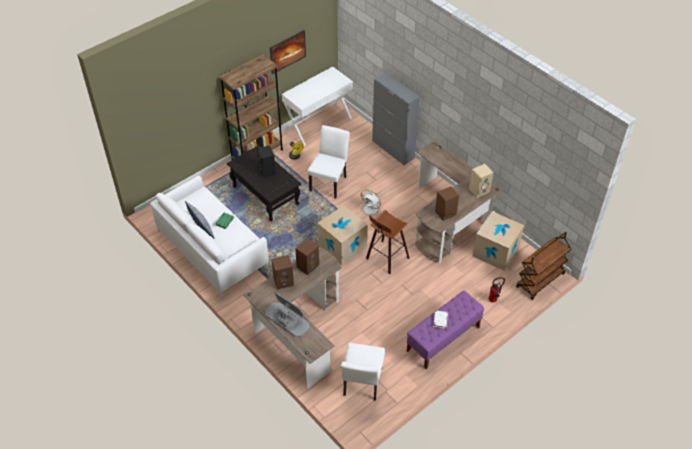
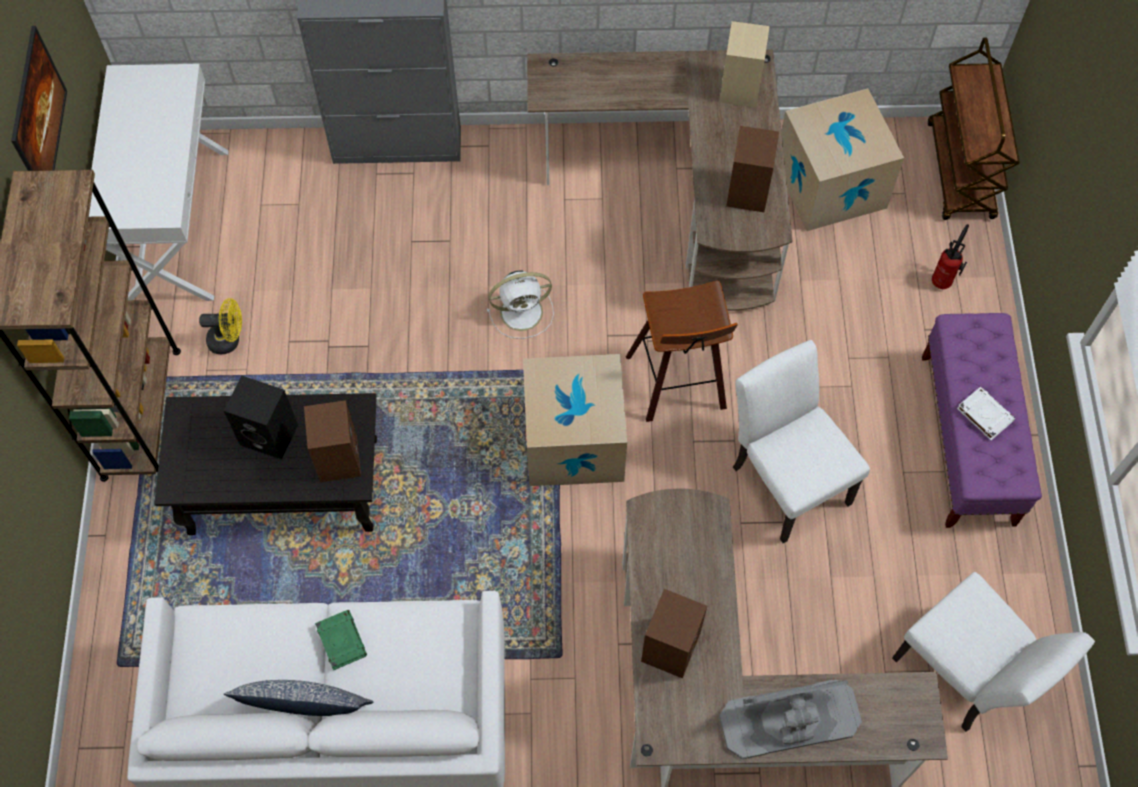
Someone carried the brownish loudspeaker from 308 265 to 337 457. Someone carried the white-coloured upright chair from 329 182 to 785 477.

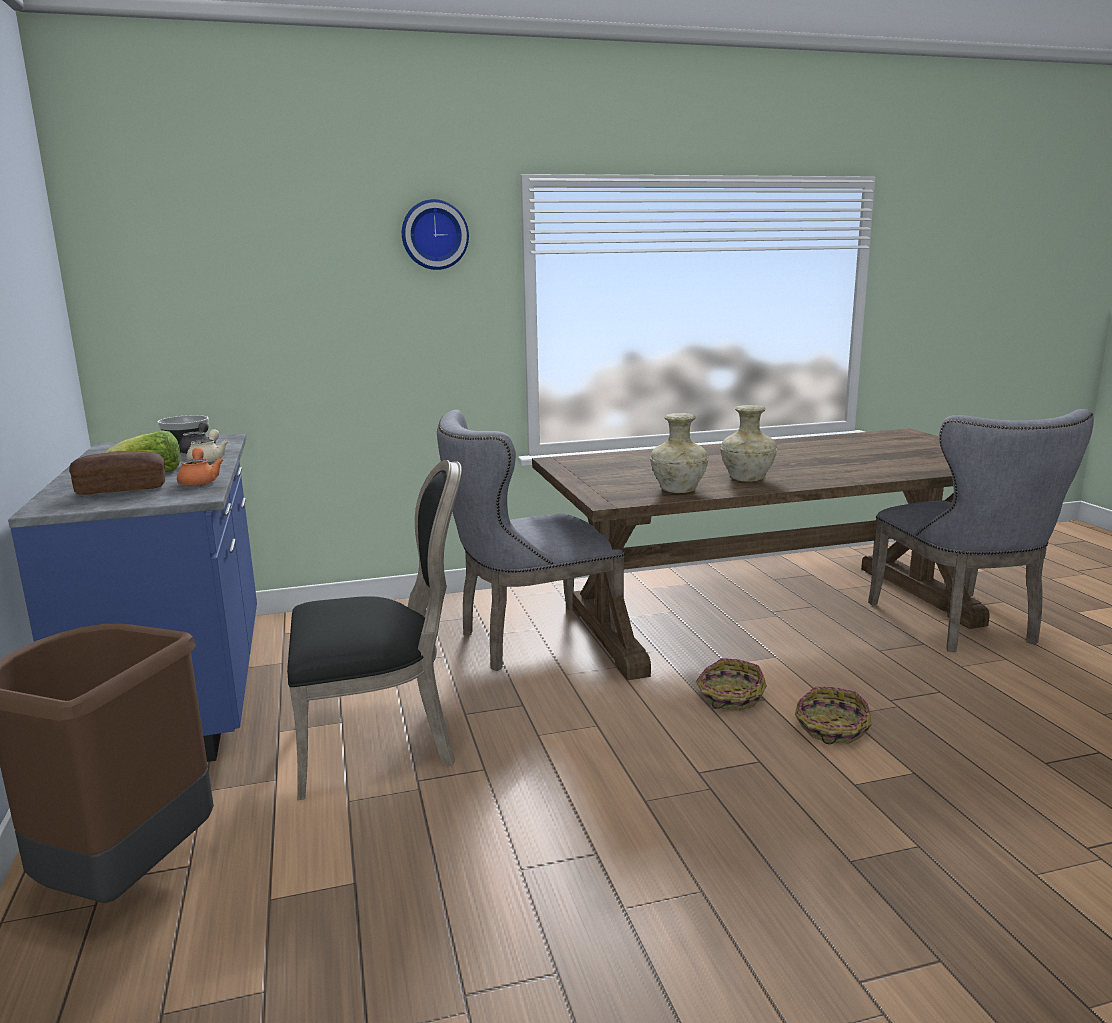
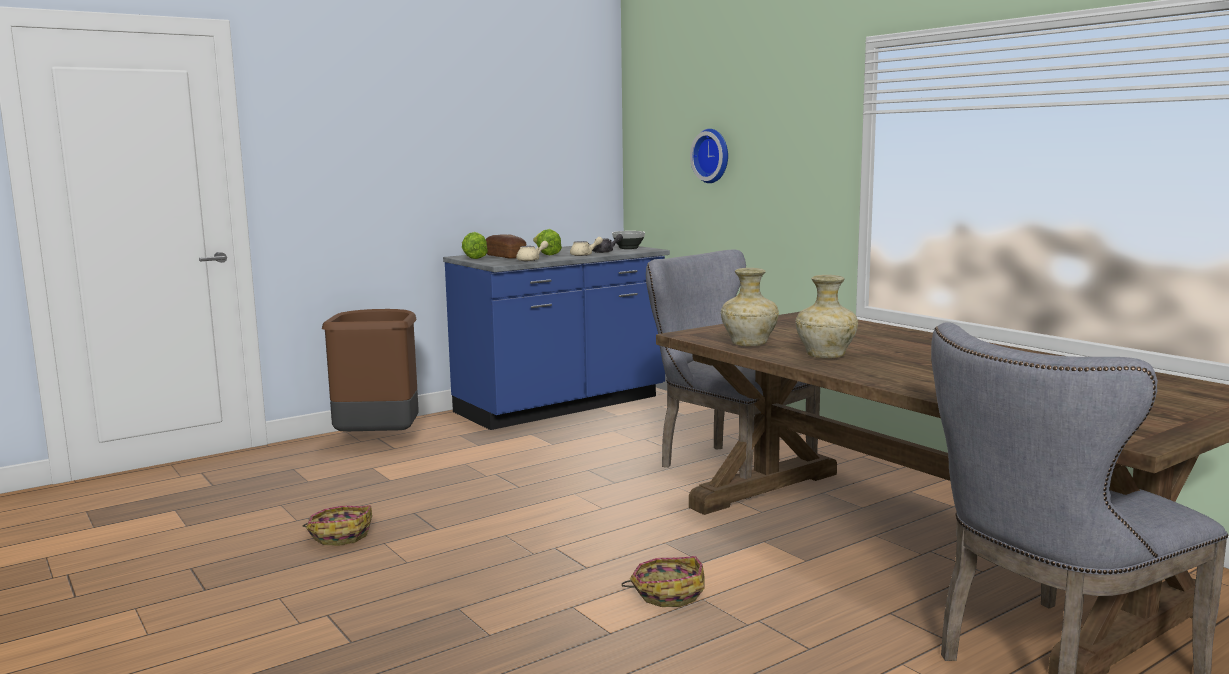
Someone took away the black-coloured upright chair at 381 743. Someone put down the head of lettuce at 472 258. Someone carried the hanging clock from 434 235 to 713 156. Someone carried the household basket from 730 697 to 340 535. Someone repainted the orange pot for tea at 199 481, which became the sand-coloured pot for tea at 531 260.

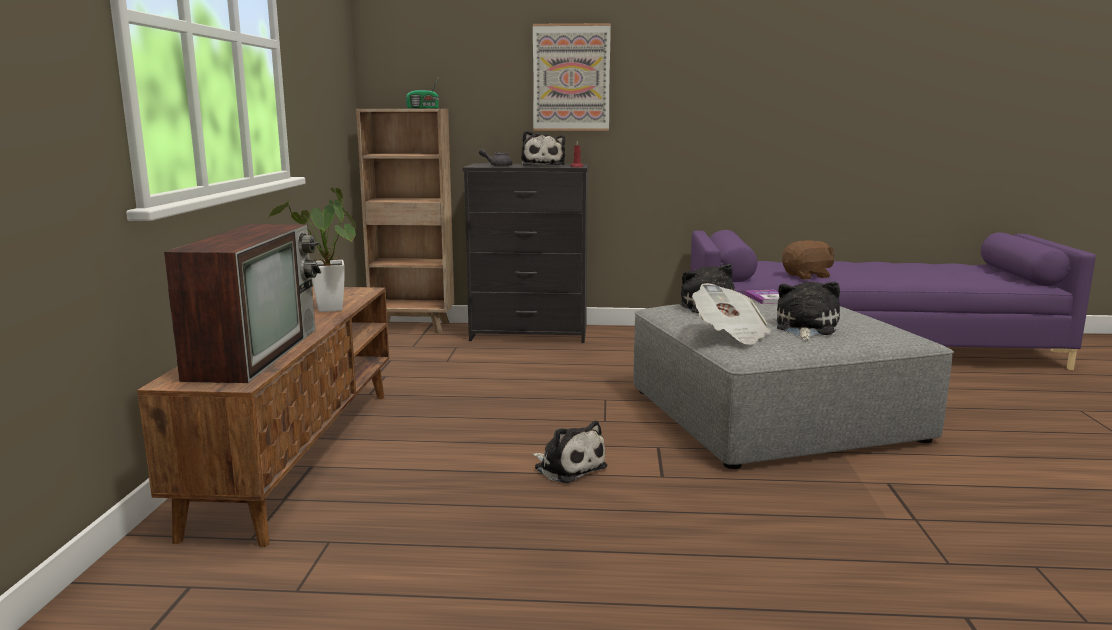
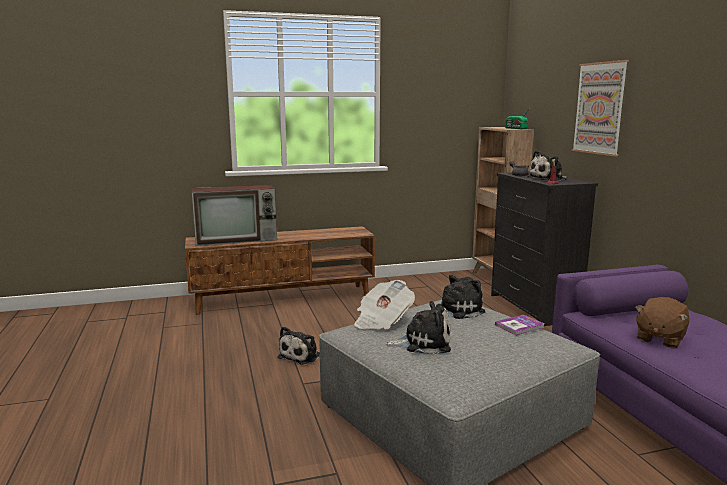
Someone took away the potted plant at 329 310. Someone rotated the brownish plush toy at 807 276 by 75 degrees clockwise.

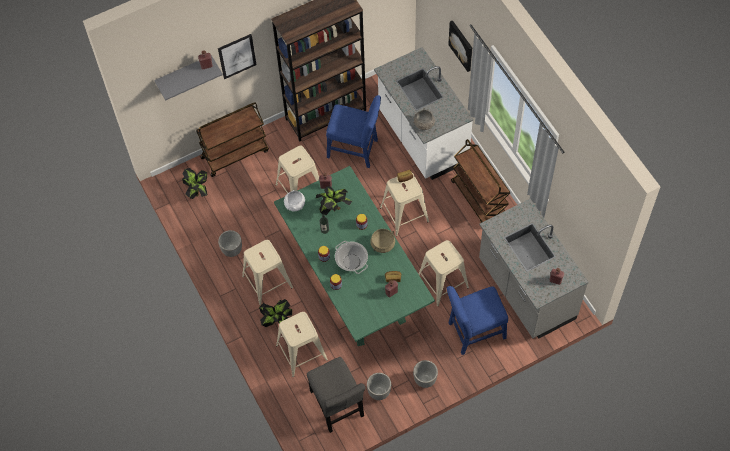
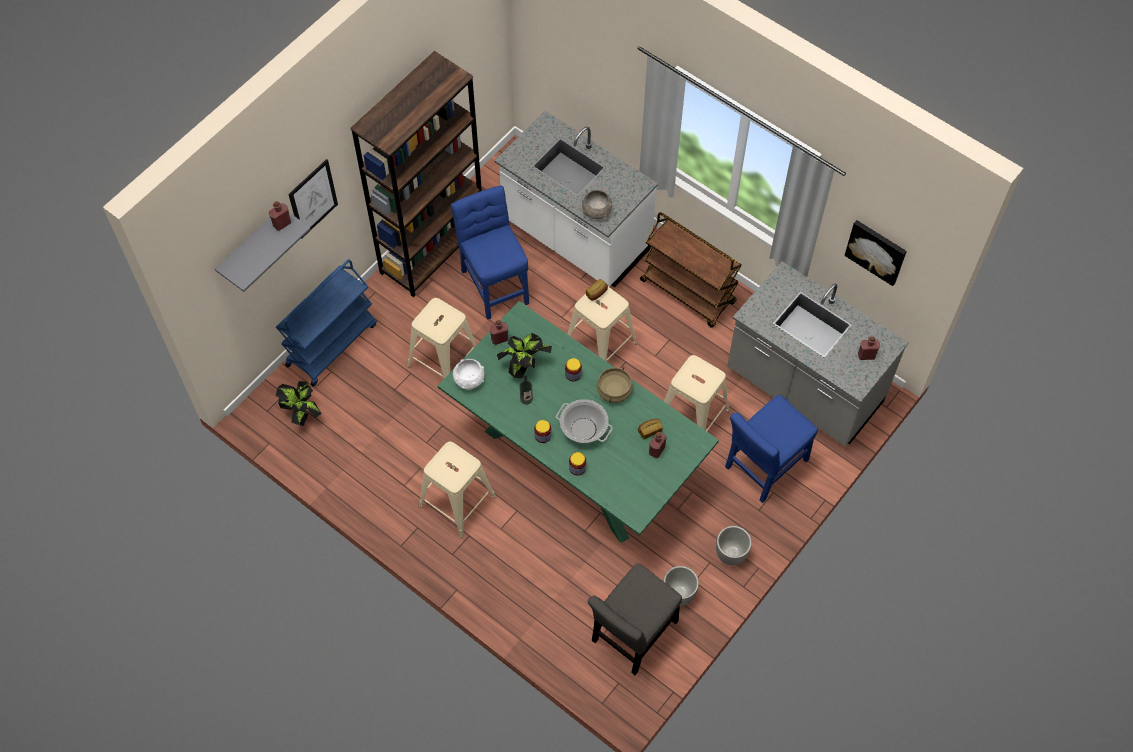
Someone took away the plant pot at 232 250. Someone took away the potted plant at 277 321. Someone took away the sand-coloured stool seat at 302 352. Someone carried the picture from 462 45 to 876 251. Someone repainted the brownish trolley at 235 154, which became the bluish trolley at 332 344. Someone rotated the greyish upright chair at 337 406 by 90 degrees clockwise. Someone rotated the bluish upright chair at 355 150 by 105 degrees counterclockwise.

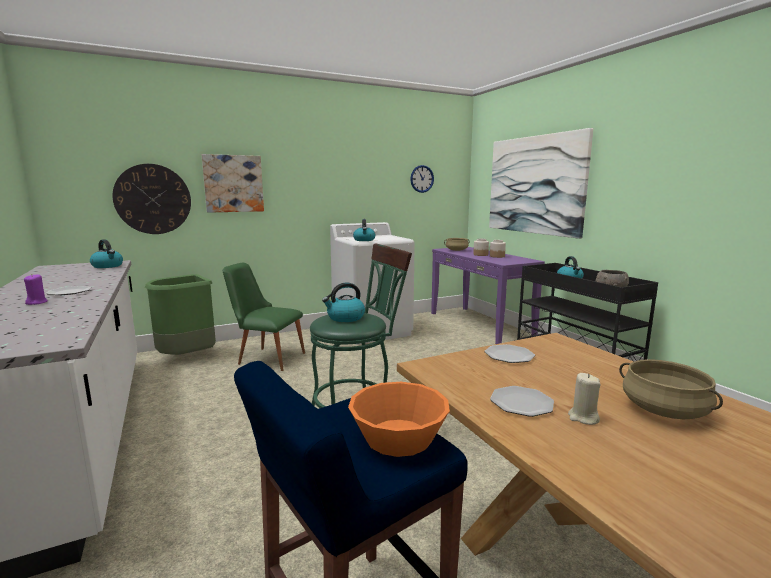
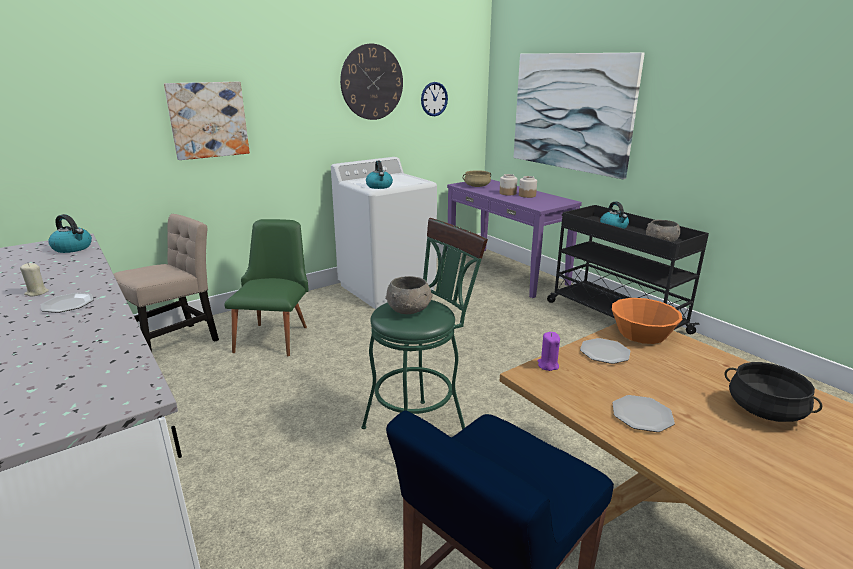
Someone carried the purplish candle from 37 302 to 548 365. Someone carried the hanging clock from 153 199 to 372 82. Someone carried the orange deep dish from 399 436 to 642 333. Someone carried the sand-coloured candle from 583 418 to 37 293. Someone swapped the green-coloured rubbish bin at 188 357 for the sand-coloured upright chair at 177 343. Someone swapped the kettle at 345 318 for the greyish deep dish at 409 310. Someone repainted the sand-coloured saucepot at 663 410, which became the black-coloured saucepot at 764 410. Someone rotated the green-coloured upright chair at 266 357 by 90 degrees clockwise.

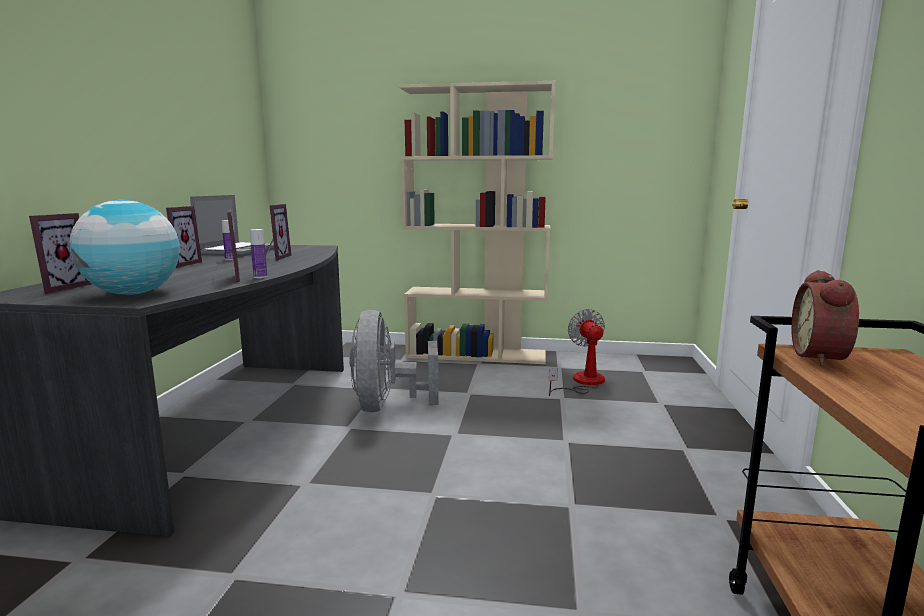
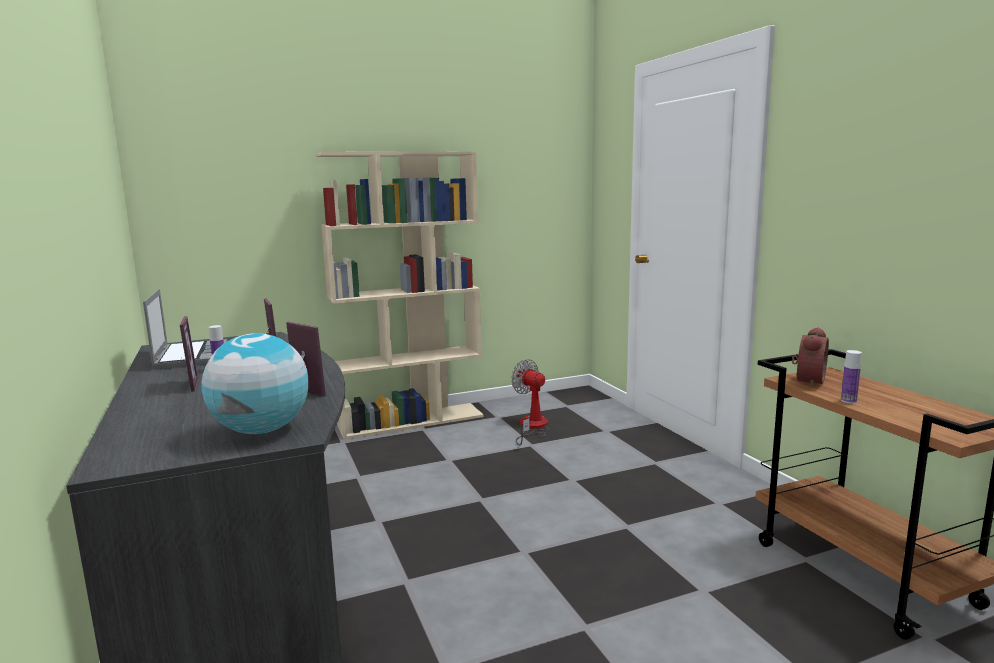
Someone took away the standing frame at 58 288. Someone took away the greyish electric fan at 387 406. Someone carried the beverage bottle from 260 277 to 848 401. Someone rotated the alarm clock at 823 357 by 135 degrees counterclockwise.

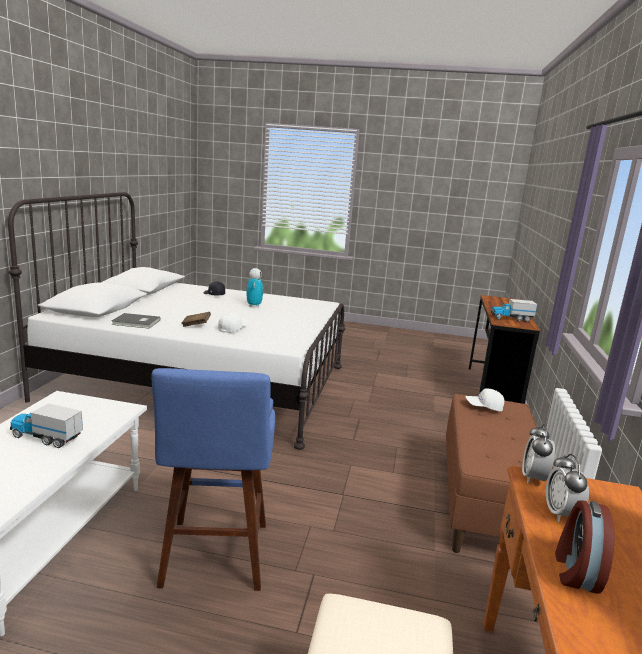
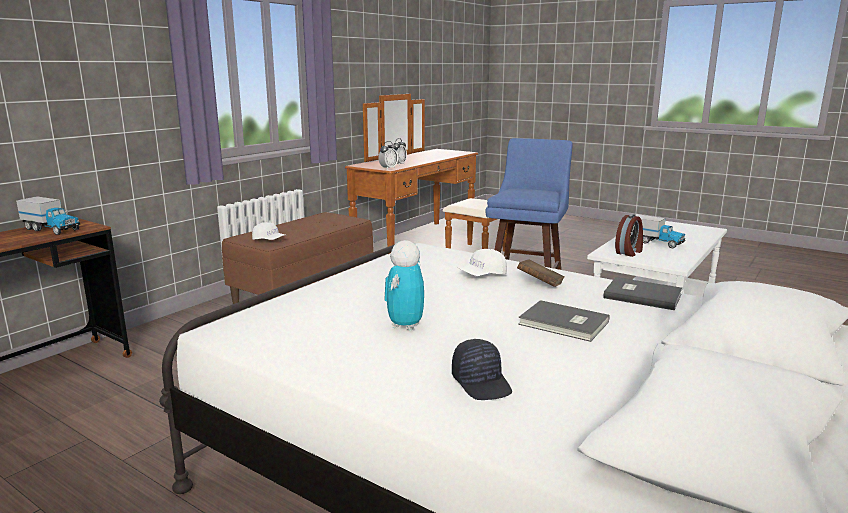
Someone put down the greyish book at 564 324. Someone carried the alarm clock from 575 571 to 629 252.

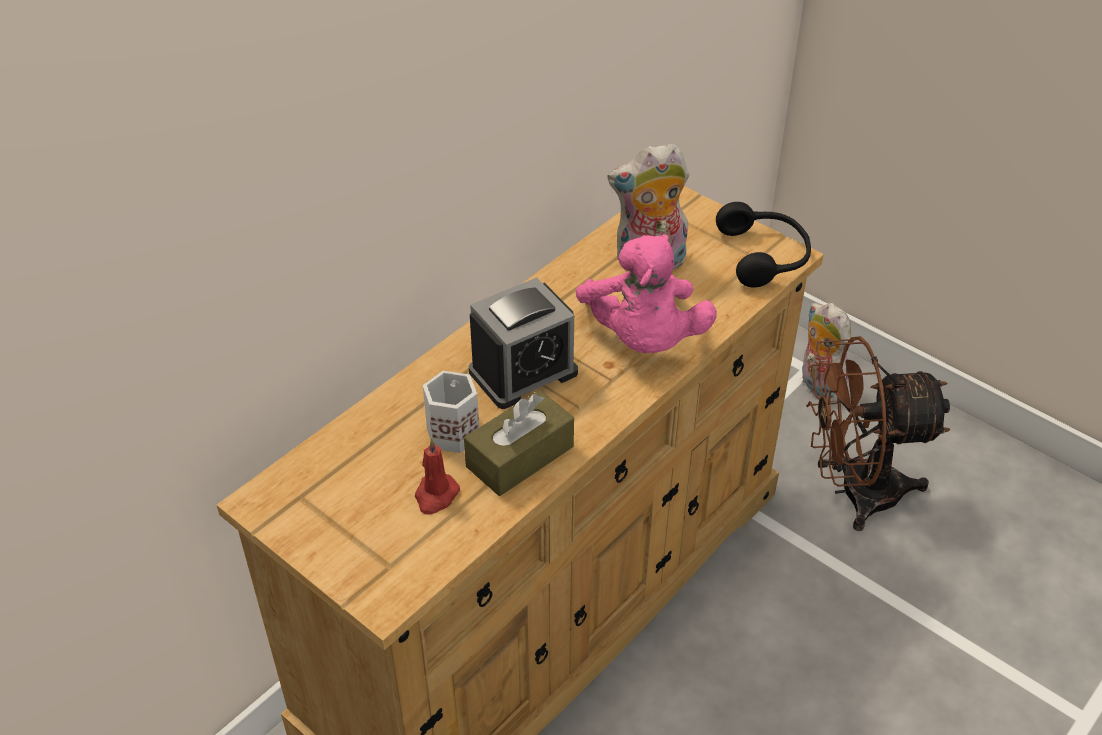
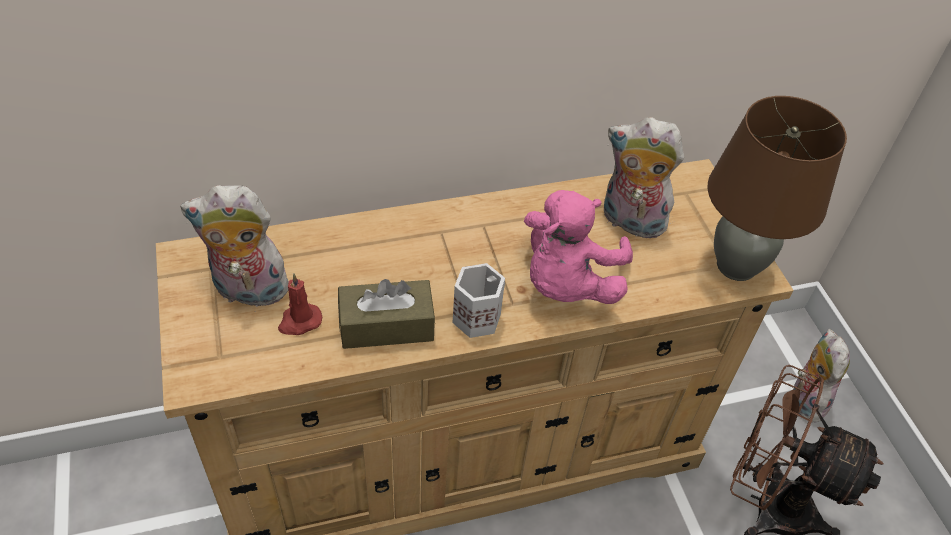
Someone took away the alarm clock at 523 372. Someone put down the plush toy at 248 292. Someone carried the white-coloured mug from 452 431 to 477 316. Someone swapped the black-coloured pair of headphones at 765 256 for the brownish table lamp at 736 266.

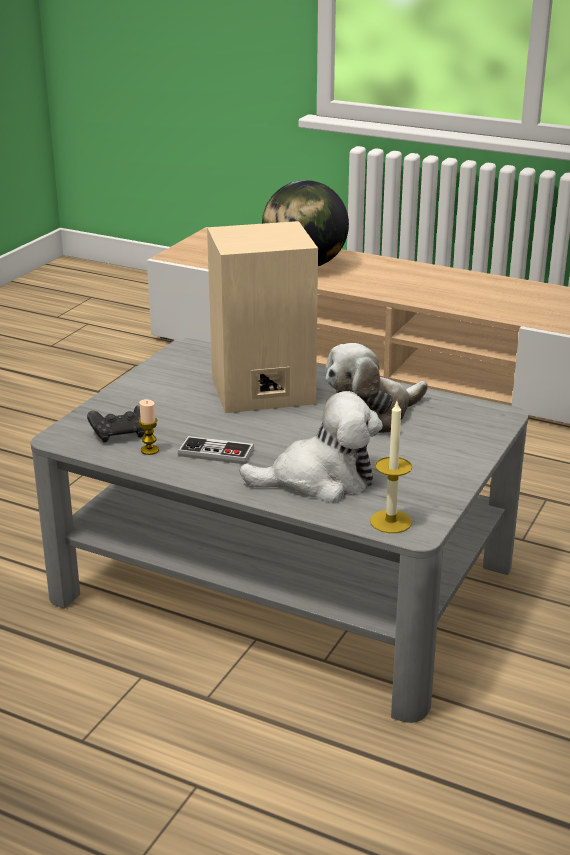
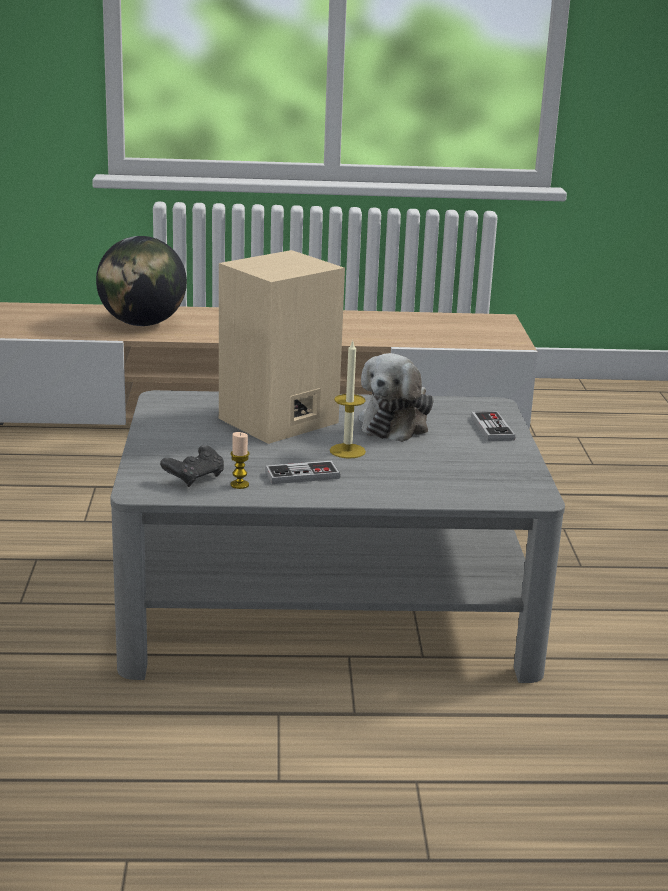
Someone took away the plush toy at 319 480. Someone put down the joypad at 492 428. Someone carried the candle from 390 521 to 347 451.

